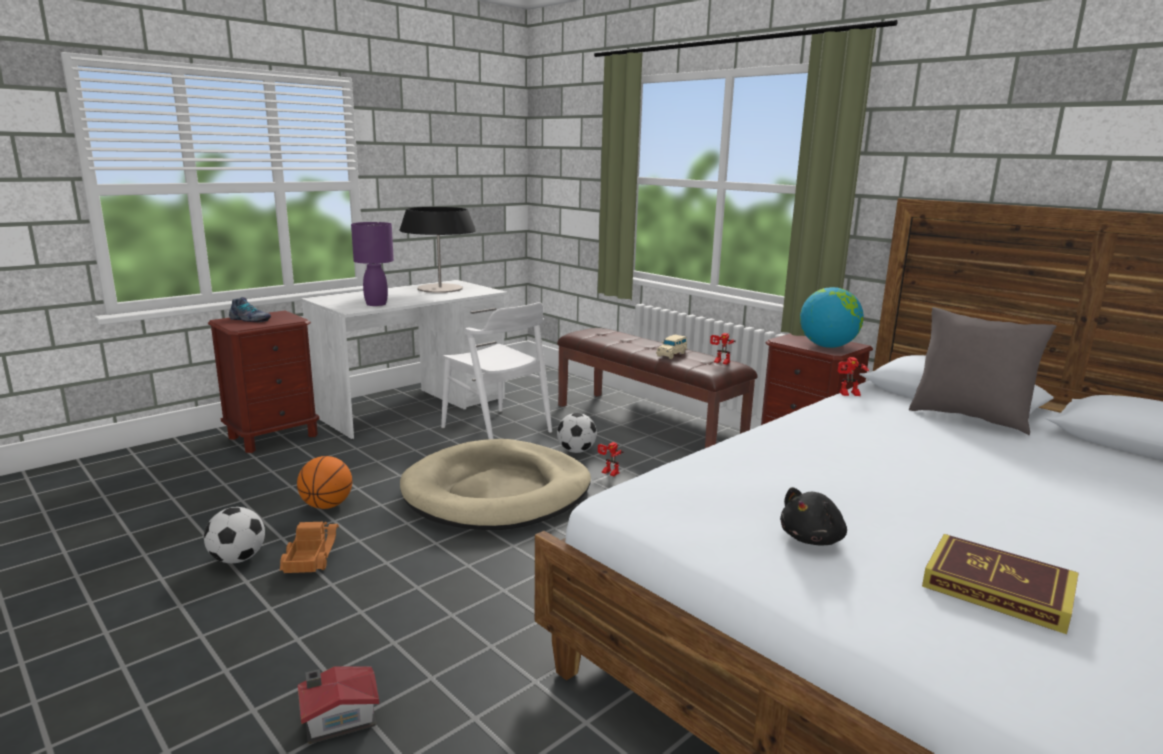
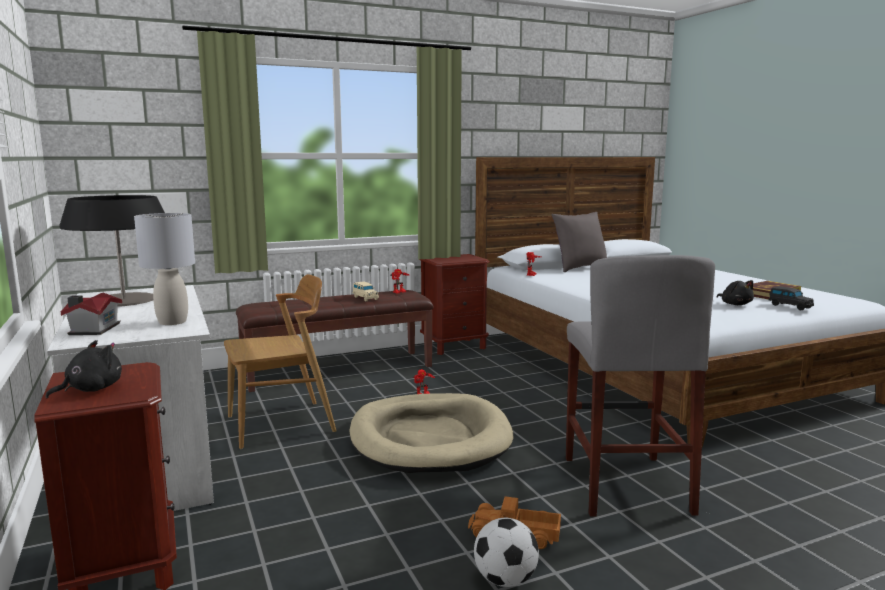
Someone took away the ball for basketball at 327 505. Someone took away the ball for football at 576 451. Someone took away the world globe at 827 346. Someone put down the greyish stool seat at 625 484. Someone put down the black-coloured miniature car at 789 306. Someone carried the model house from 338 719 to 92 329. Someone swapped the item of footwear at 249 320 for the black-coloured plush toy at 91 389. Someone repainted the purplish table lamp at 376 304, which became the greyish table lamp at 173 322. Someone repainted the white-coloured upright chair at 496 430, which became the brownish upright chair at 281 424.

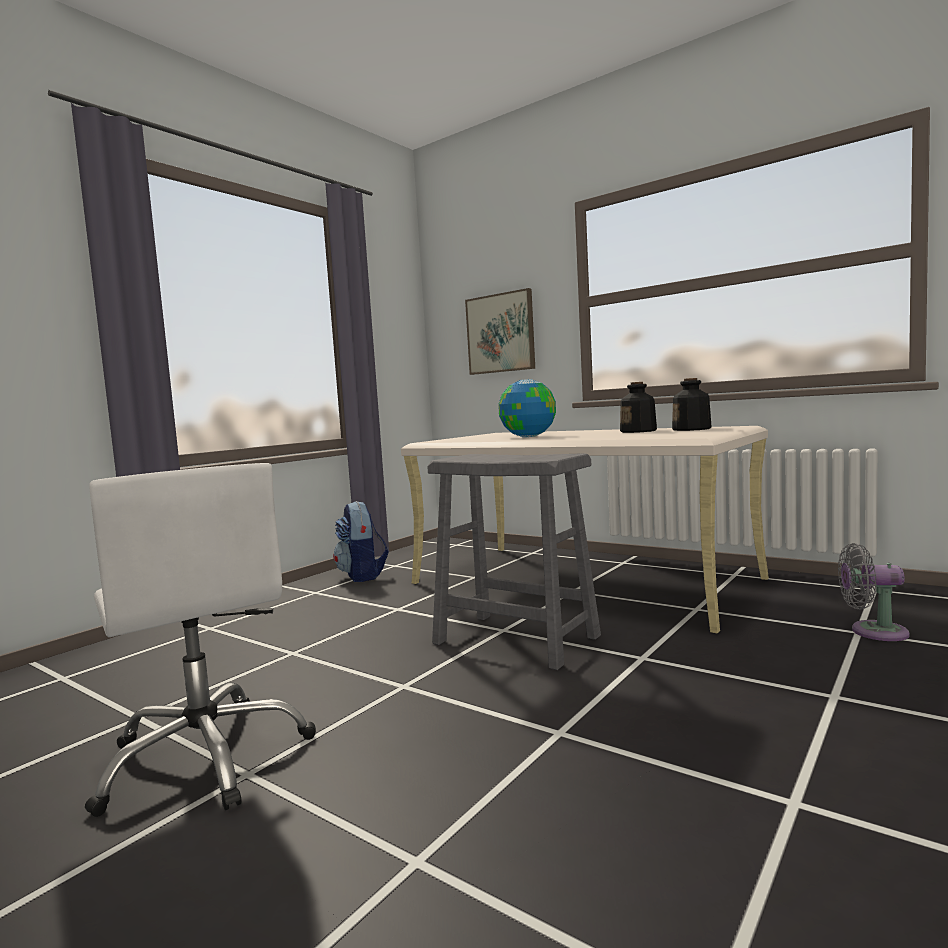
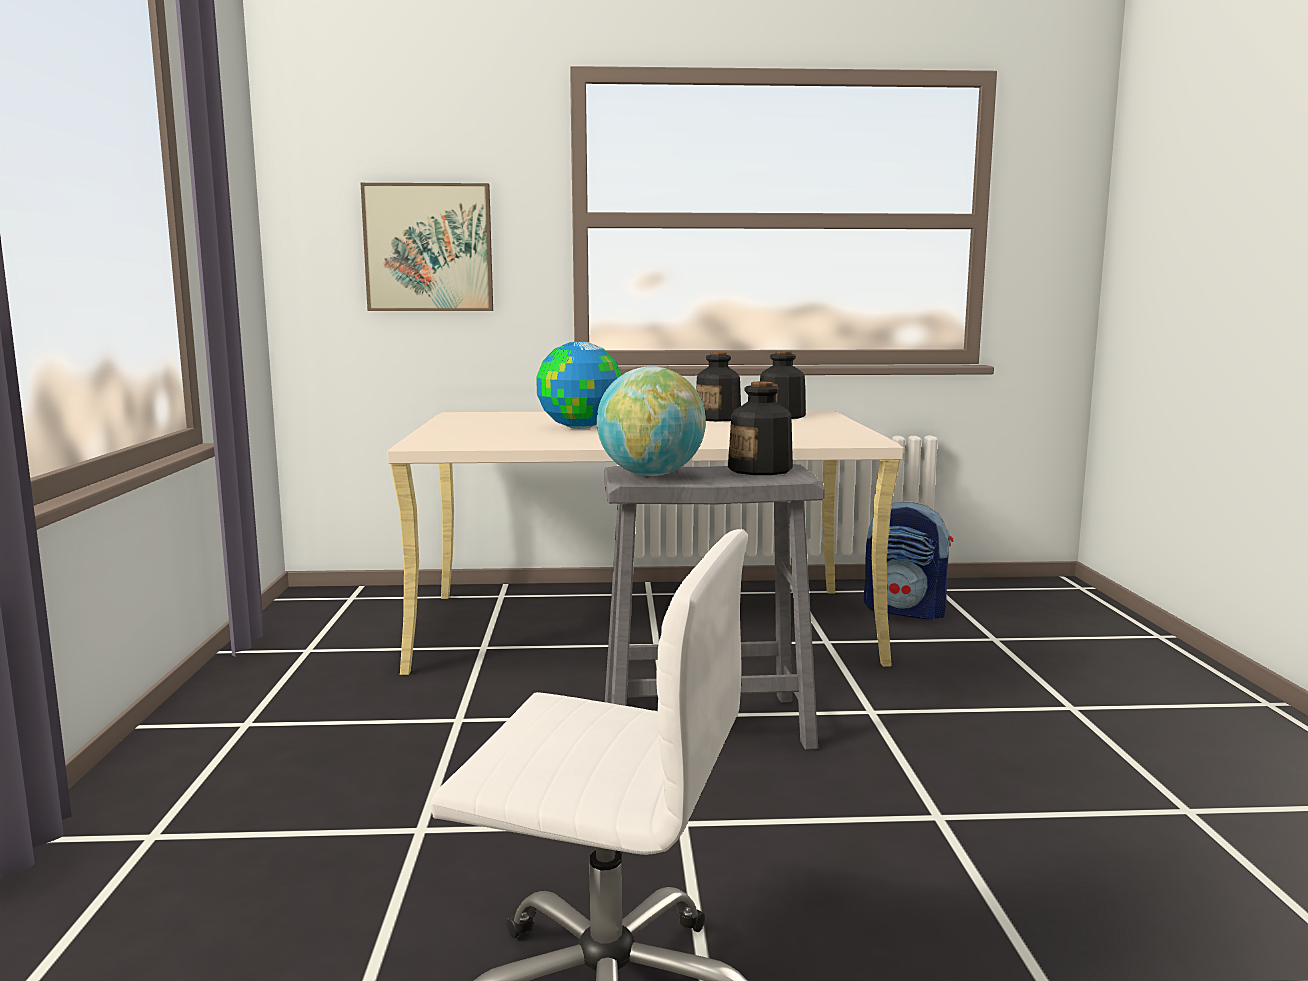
Someone took away the greyish electric fan at 873 632. Someone put down the world globe at 651 475. Someone put down the beverage bottle at 761 470. Someone carried the knapsack from 362 576 to 906 611.

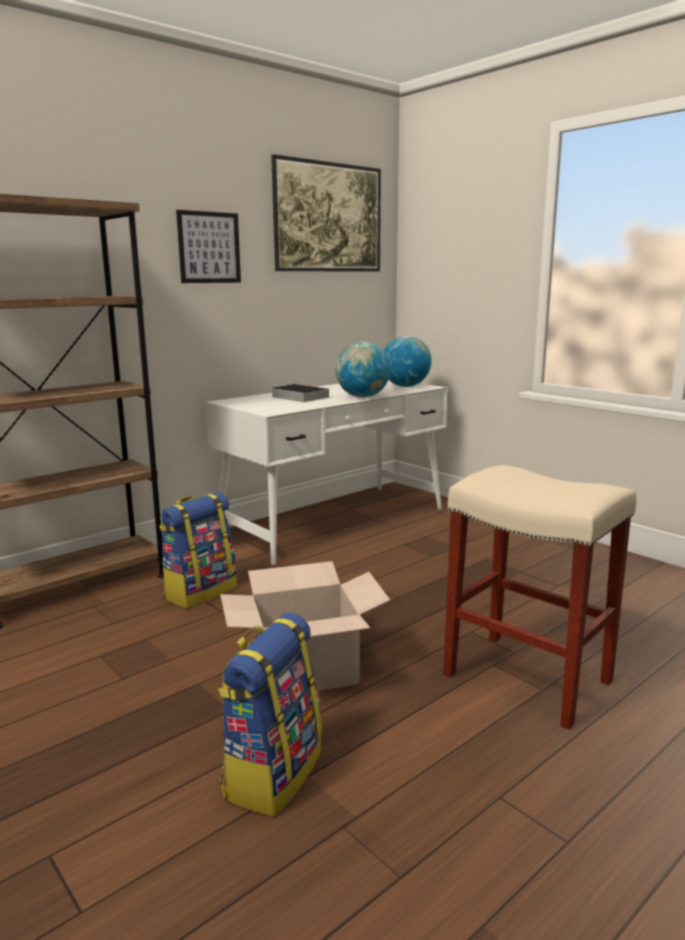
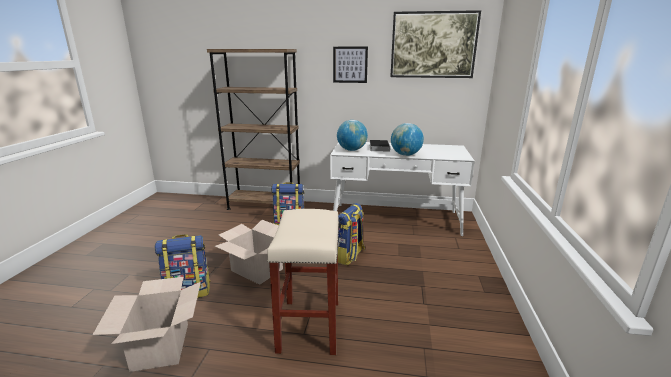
Someone put down the cardboard box at 161 346. Someone put down the knapsack at 348 256. Someone carried the world globe from 405 386 to 352 150.

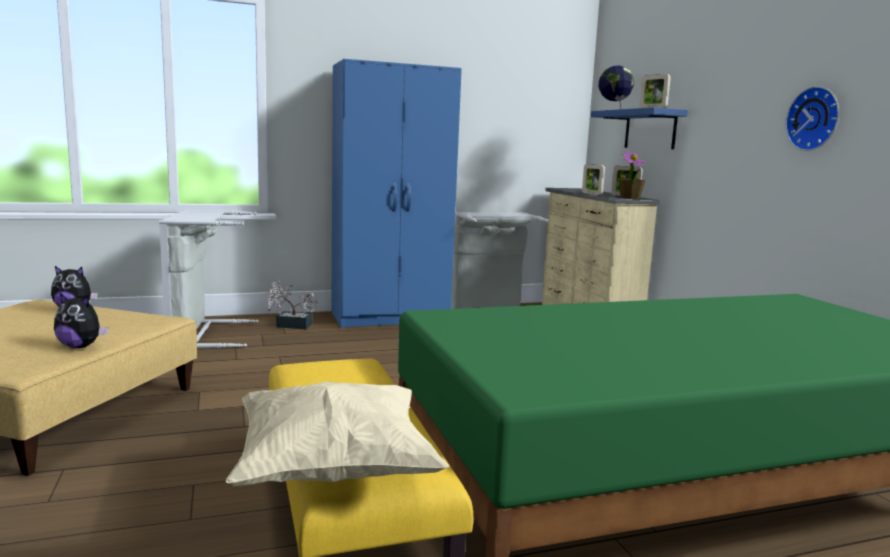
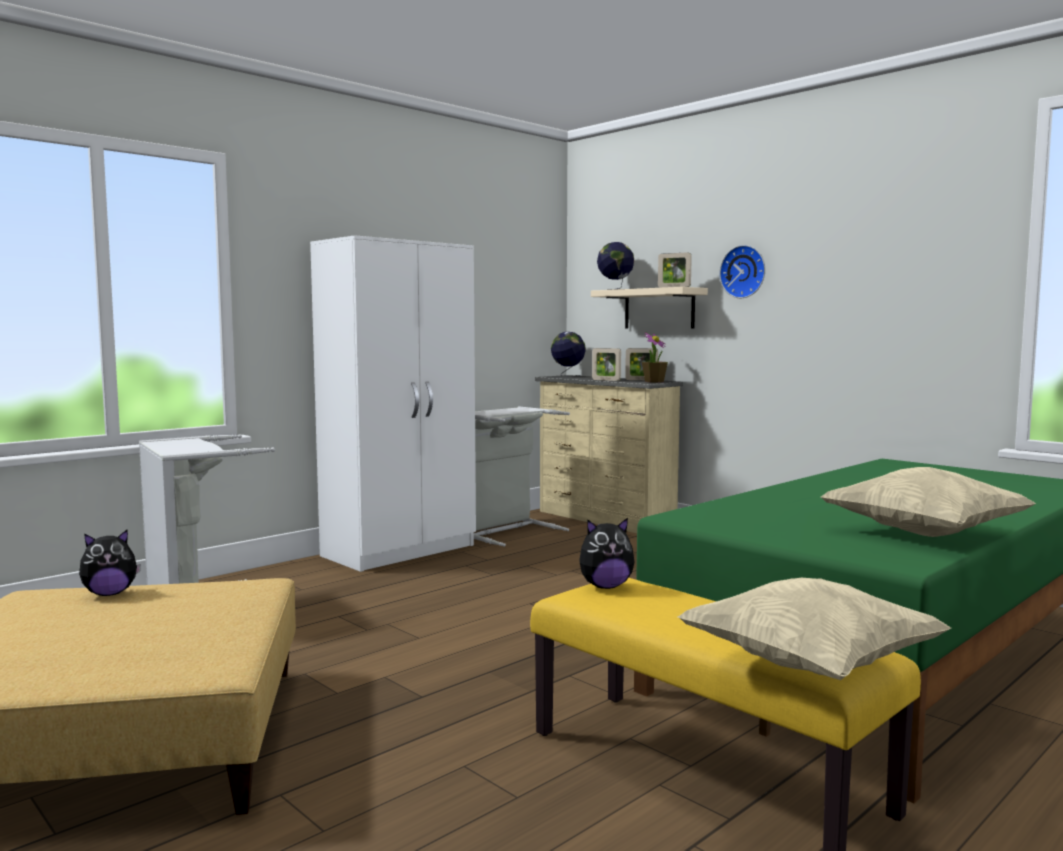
Someone took away the potted plant at 290 325. Someone put down the world globe at 568 376. Someone put down the sand-coloured pillow at 923 534. Someone carried the plush toy from 81 346 to 605 586. Someone carried the hanging clock from 815 119 to 744 272. Someone repainted the bluish clothes cupboard at 391 317, which became the white-coloured clothes cupboard at 401 550. Someone repainted the bluish bracket shelf at 650 130, which became the sand-coloured bracket shelf at 659 309.

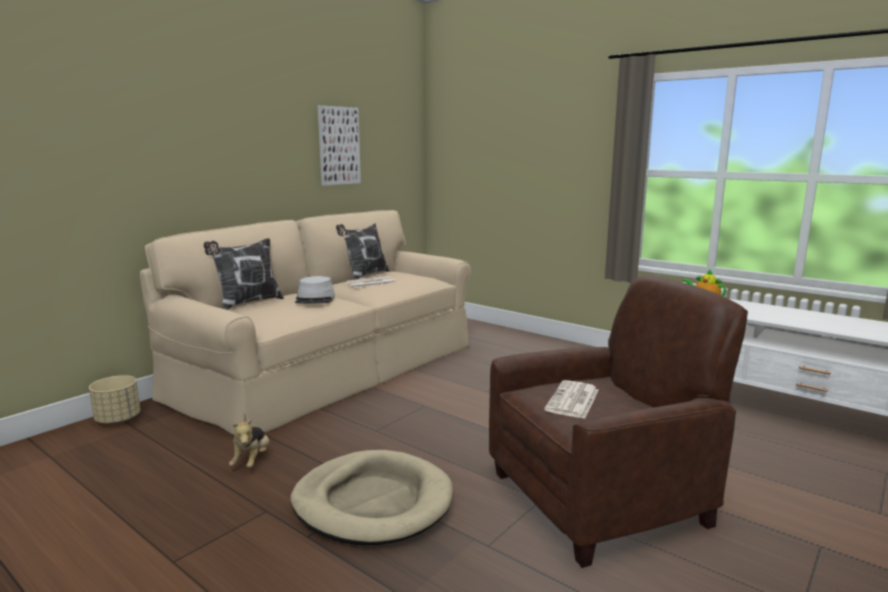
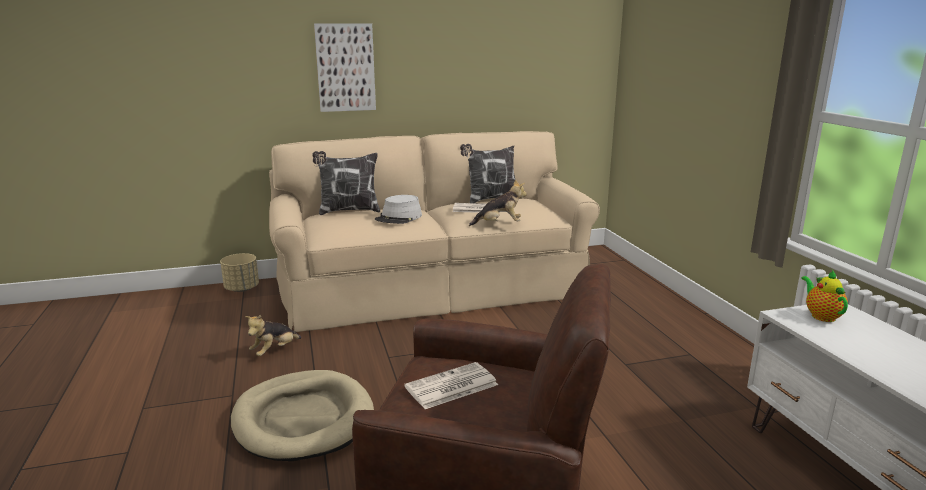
Someone put down the plush toy at 499 225. Someone carried the picture from 339 146 to 345 67.

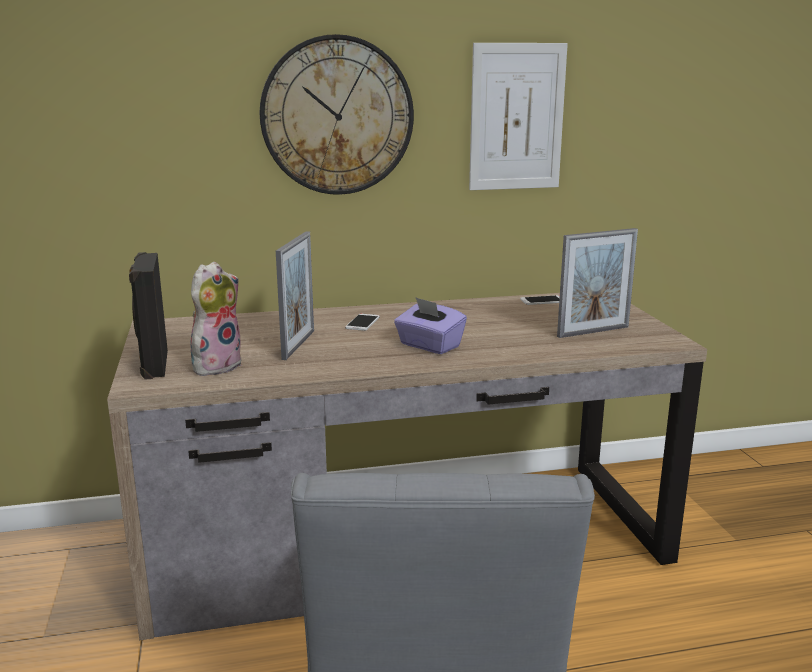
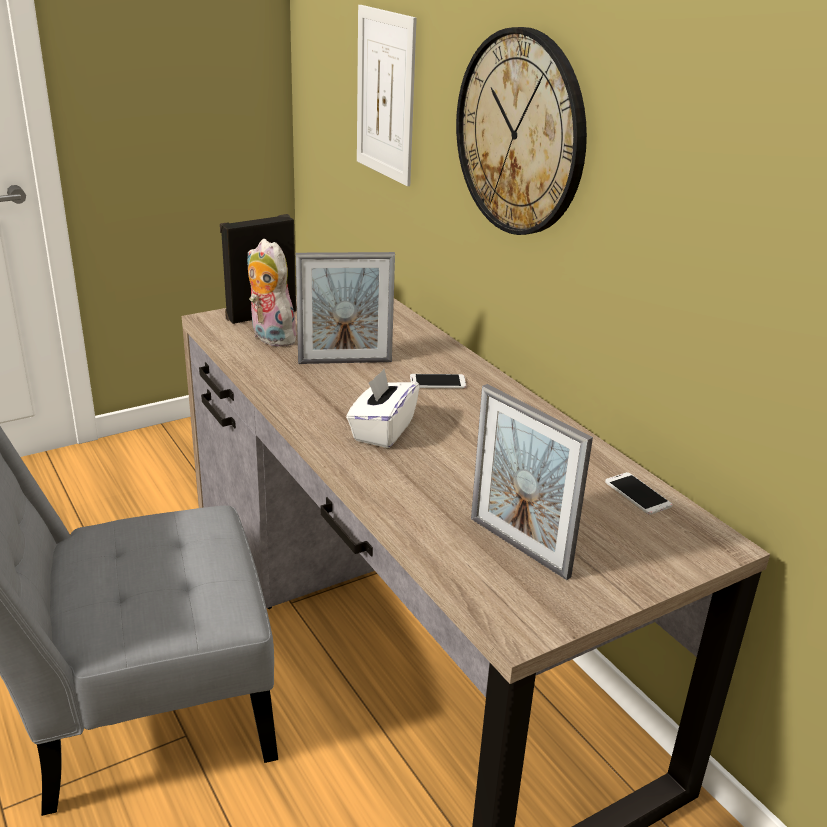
Someone carried the picture from 516 117 to 385 95. Someone repainted the purplish box of tissues at 429 346, which became the white-coloured box of tissues at 382 430. Someone rotated the plush toy at 216 365 by 150 degrees counterclockwise.

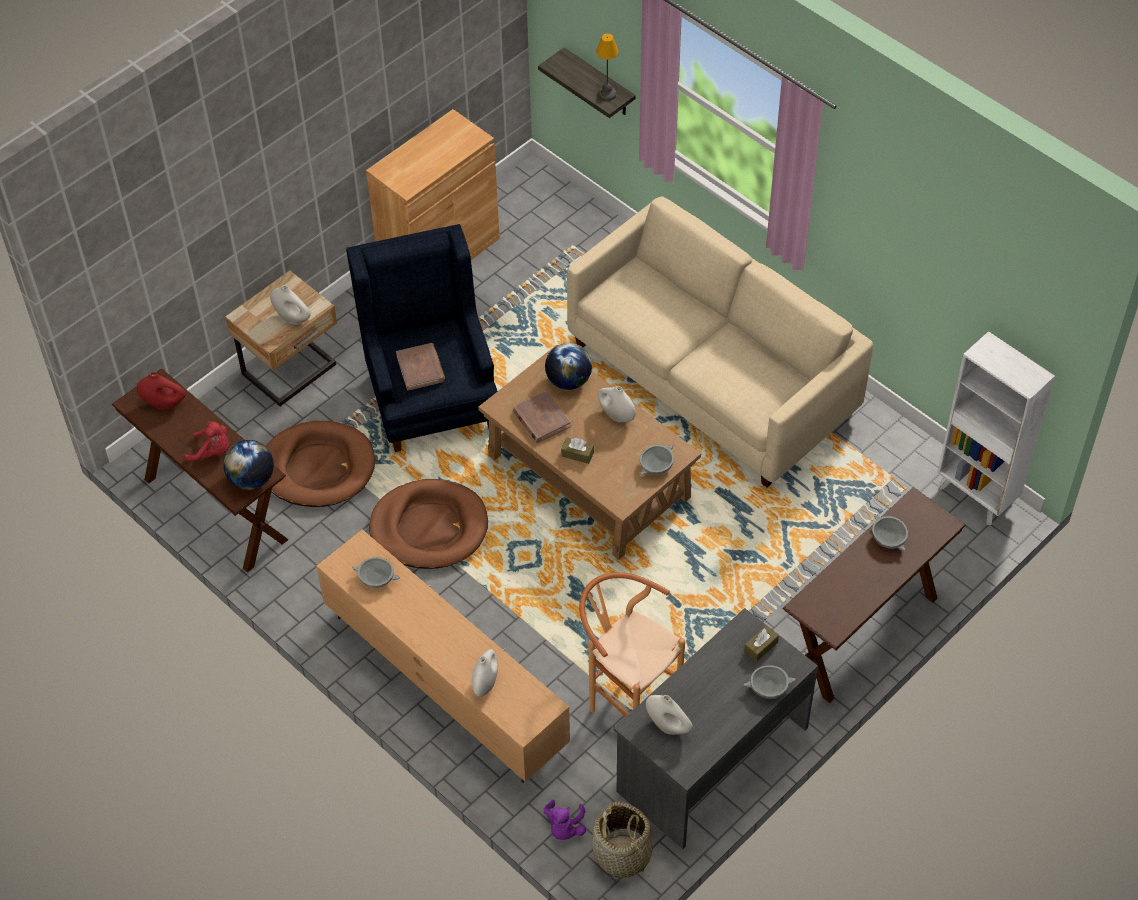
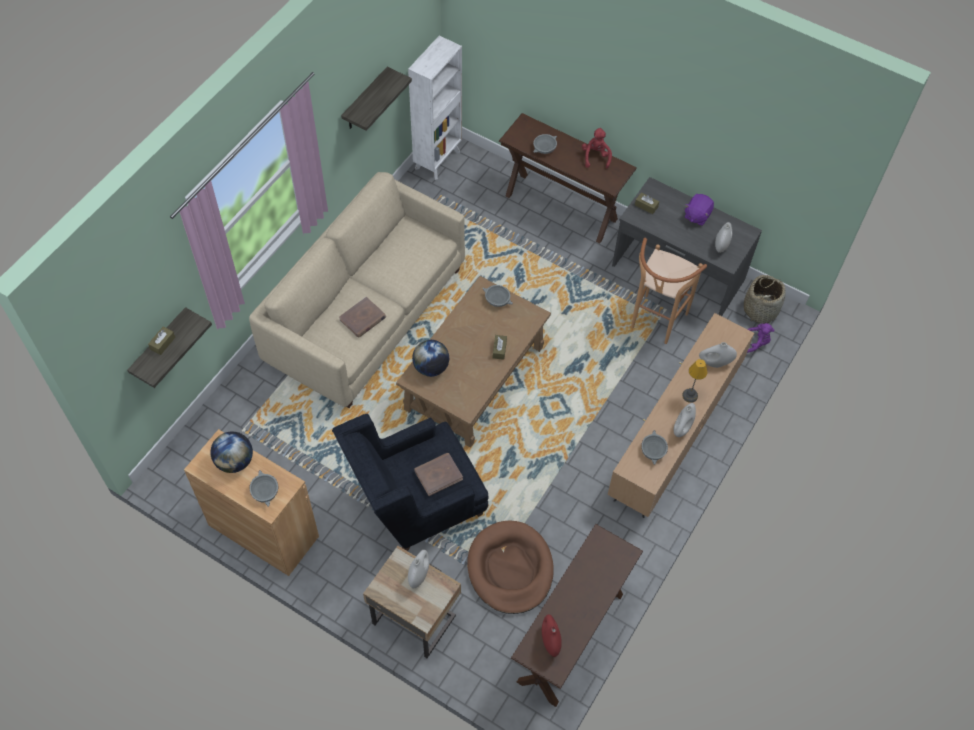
Someone took away the brownish dog cushion at 429 527. Someone put down the brownish box of tissues at 163 343. Someone put up the bracket shelf at 365 100. Someone put down the purplish plush toy at 697 216. Someone carried the red-coloured plush toy from 212 451 to 595 157. Someone carried the world globe from 252 479 to 235 461. Someone carried the brownish book from 541 419 to 363 319. Someone carried the table lamp from 606 94 to 690 396. Someone carried the white-coloured flower vase from 616 415 to 682 428. Someone carried the greyish deep dish from 768 688 to 265 492.

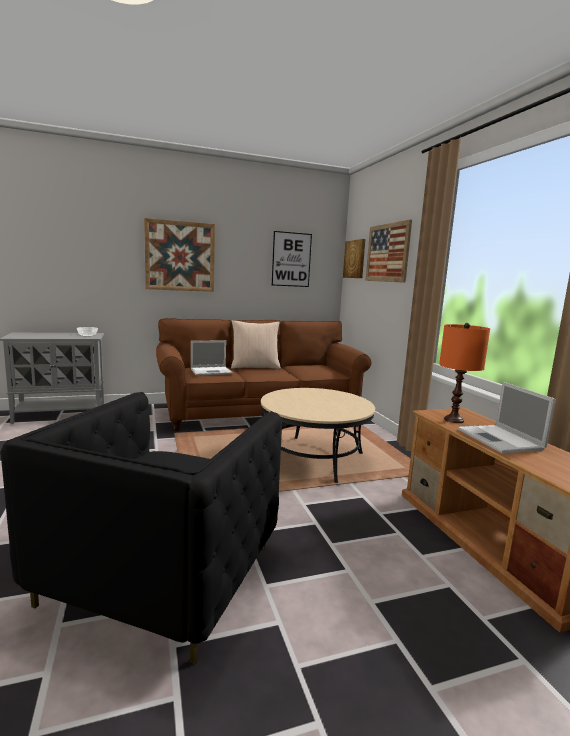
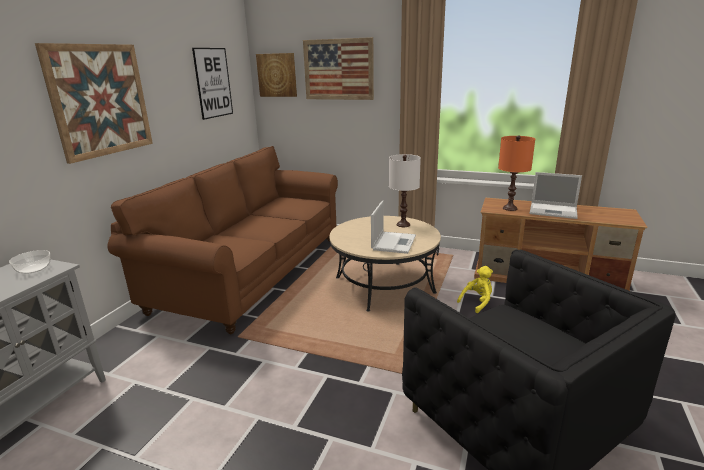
Someone took away the sand-coloured pillow at 255 367. Someone put down the white-coloured table lamp at 403 224. Someone put down the yellowish plush toy at 477 302. Someone carried the laptop from 212 371 to 394 242.

